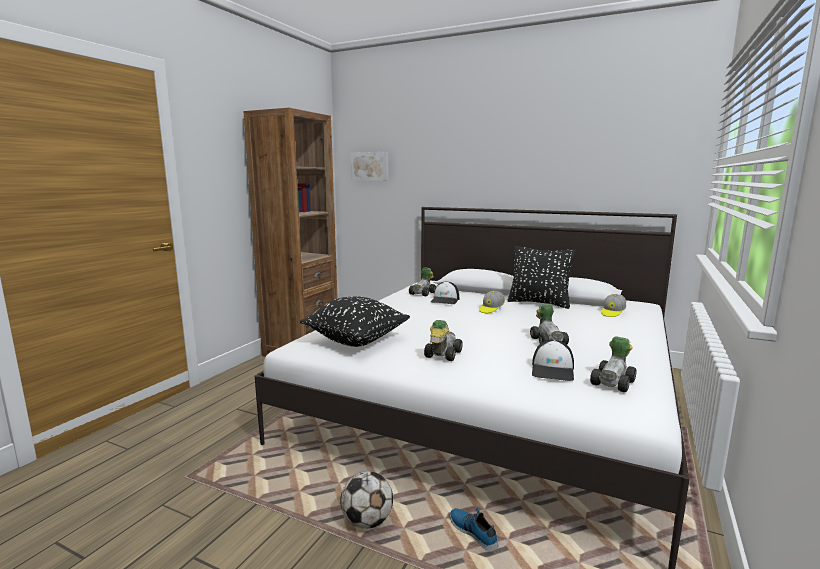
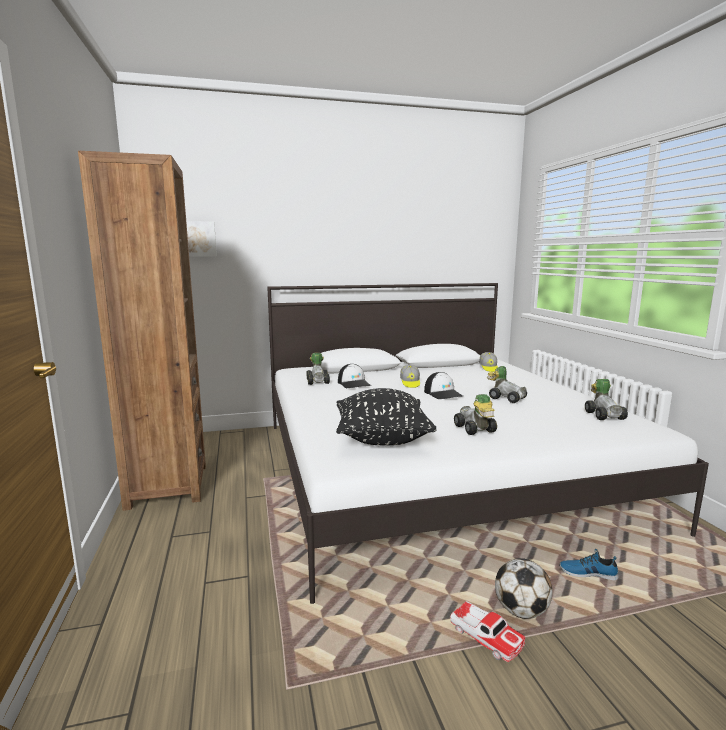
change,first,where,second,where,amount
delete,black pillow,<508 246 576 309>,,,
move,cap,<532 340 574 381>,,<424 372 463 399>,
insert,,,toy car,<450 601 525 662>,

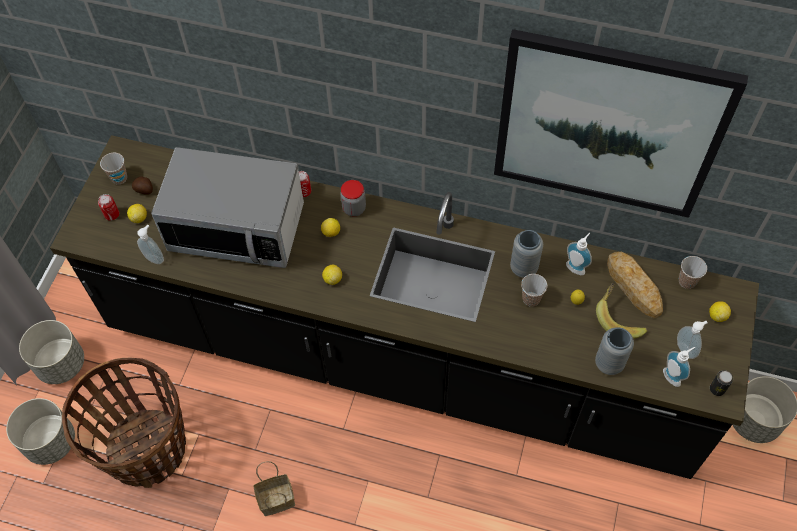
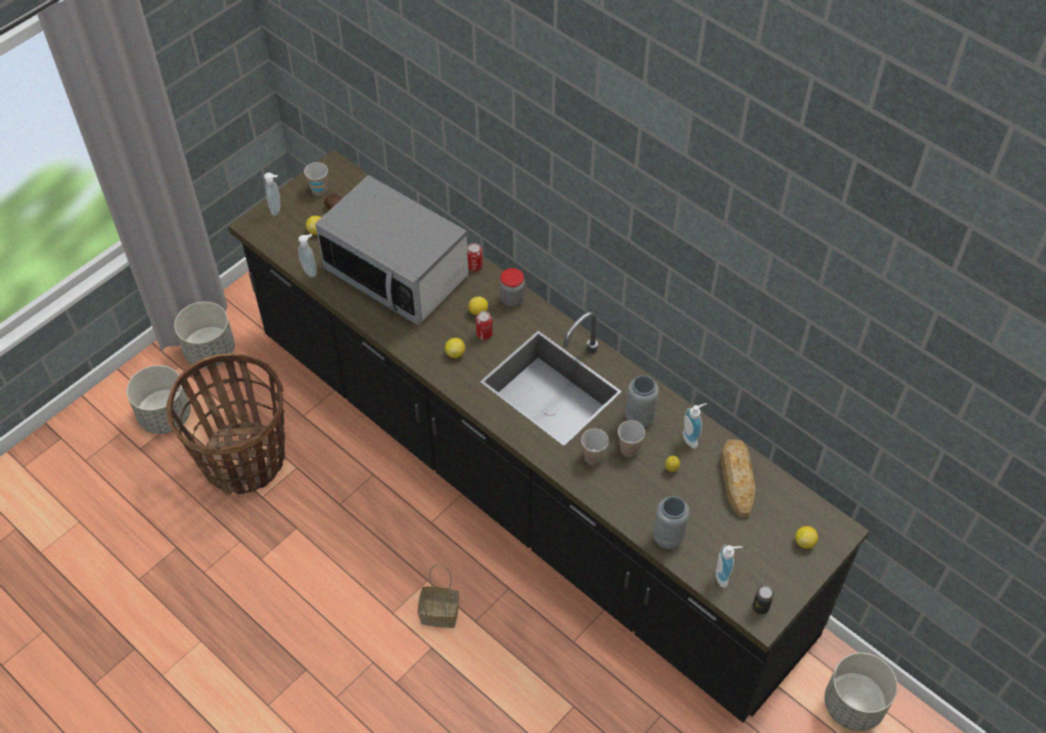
change,first,where,second,where,amount
delete,picture,<494 29 748 218>,,,
move,can,<98 194 119 221>,,<476 311 493 340>,
move,cup,<679 256 707 289>,,<581 429 609 464>,
delete,banana,<596 283 647 339>,,,
move,soap dispenser,<677 321 708 359>,,<264 172 280 216>,
move,basket,<253 461 295 516>,,<417 565 459 628>,

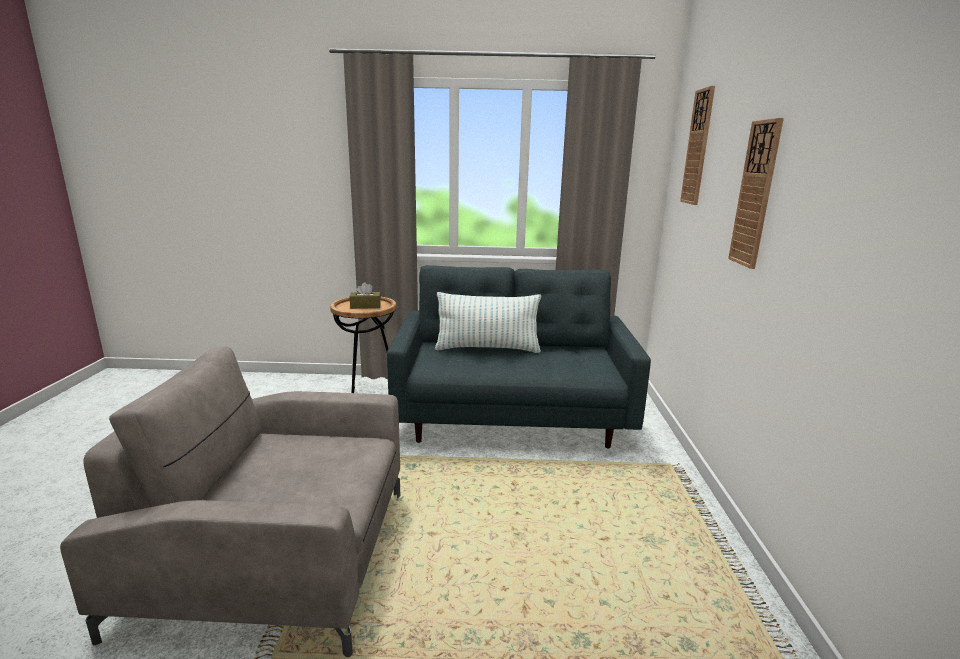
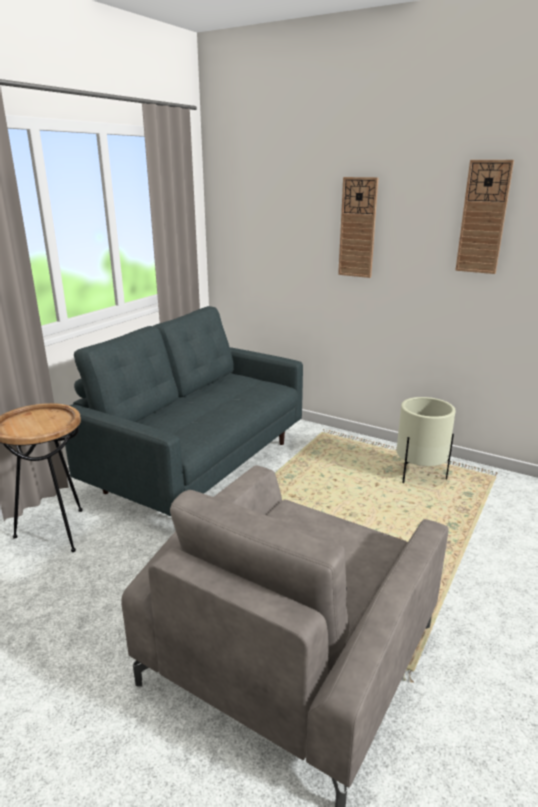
change,first,where,second,where,amount
move,wall clock,<680 86 715 205>,,<455 160 514 274>,
delete,brown tissue box,<350 282 381 309>,,,
delete,pillow,<435 292 541 353>,,,
insert,,,beige planter,<396 397 456 483>,

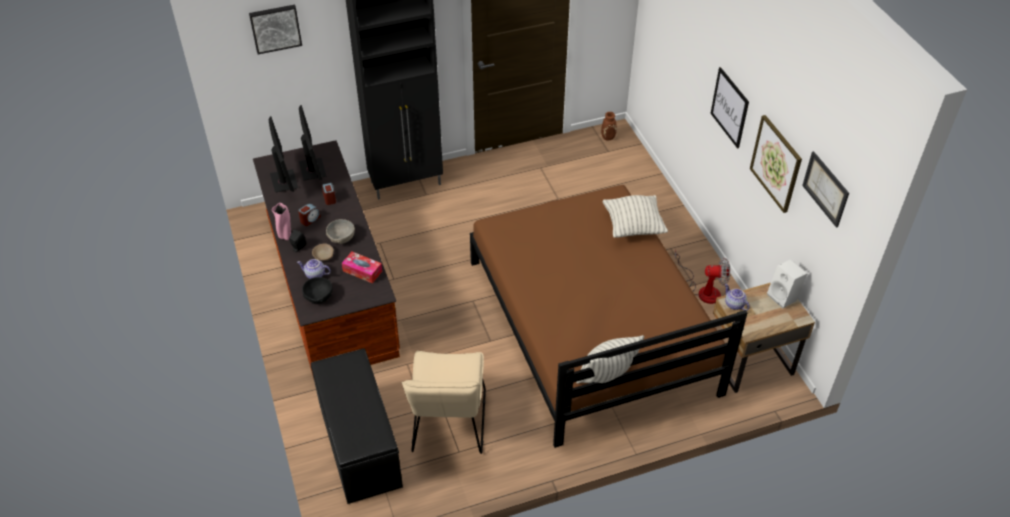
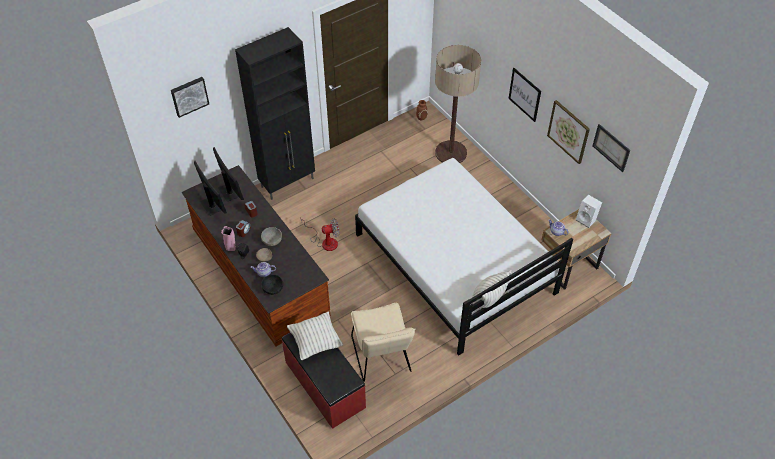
change,first,where,second,where,amount
recolor,brown bed,<470 185 748 448>,white bed,<355 158 573 356>,
move,pillow,<603 195 668 238>,,<287 312 343 360>,
move,fan,<675 250 730 304>,,<300 217 340 251>,
delete,tissue box,<342 252 382 283>,,,
recolor,black bench,<311 348 403 504>,red bench,<281 332 366 429>,
insert,,,floor lamp,<435 45 481 163>,

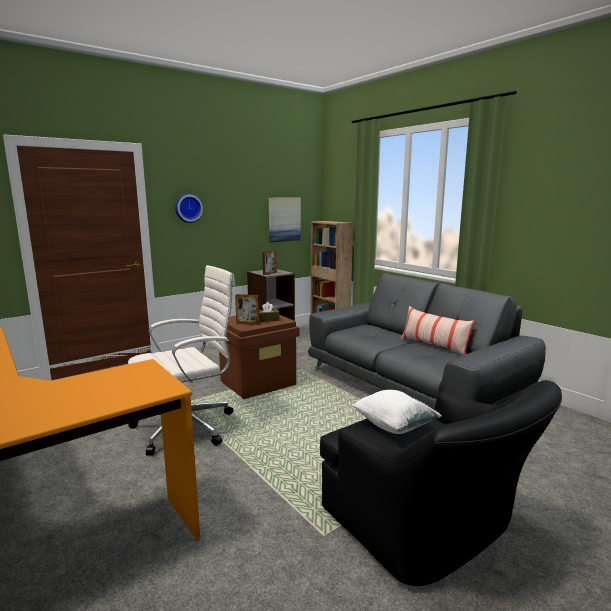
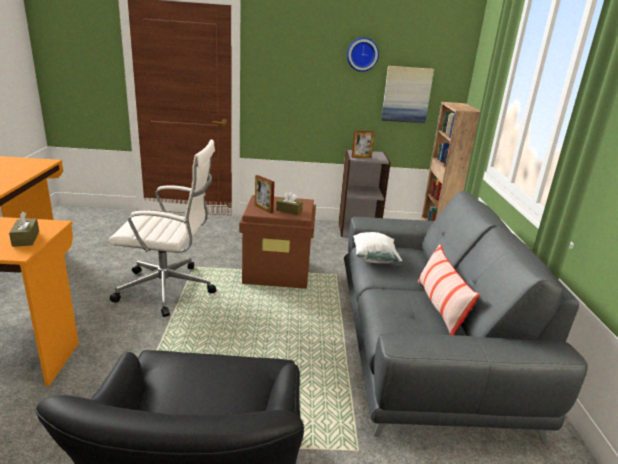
change,first,where,second,where,amount
move,wall clock,<175 193 203 223>,,<347 37 379 72>,
move,white pillow,<352 390 442 434>,,<353 232 402 263>,
insert,,,brown tissue box,<9 212 39 247>,

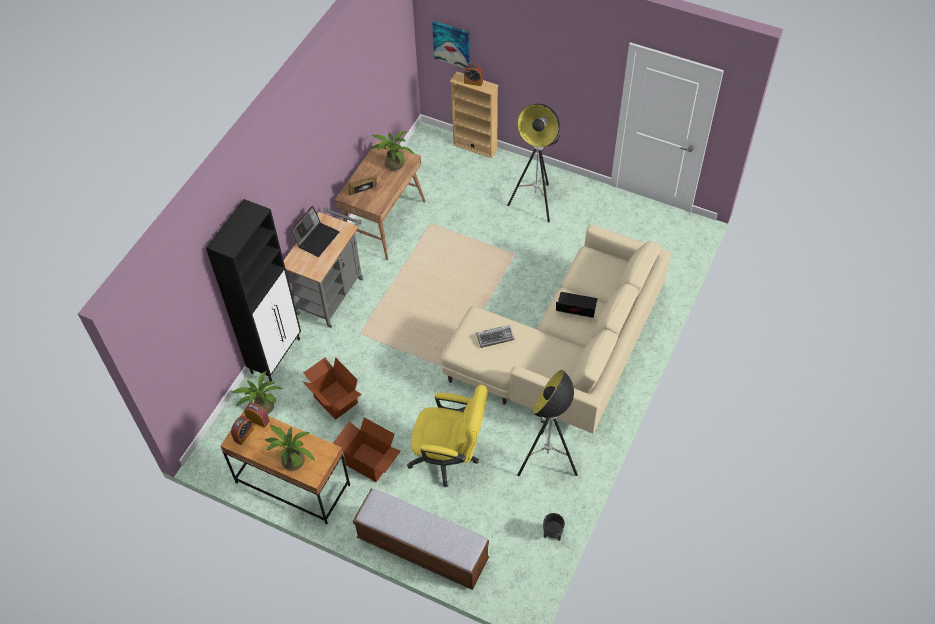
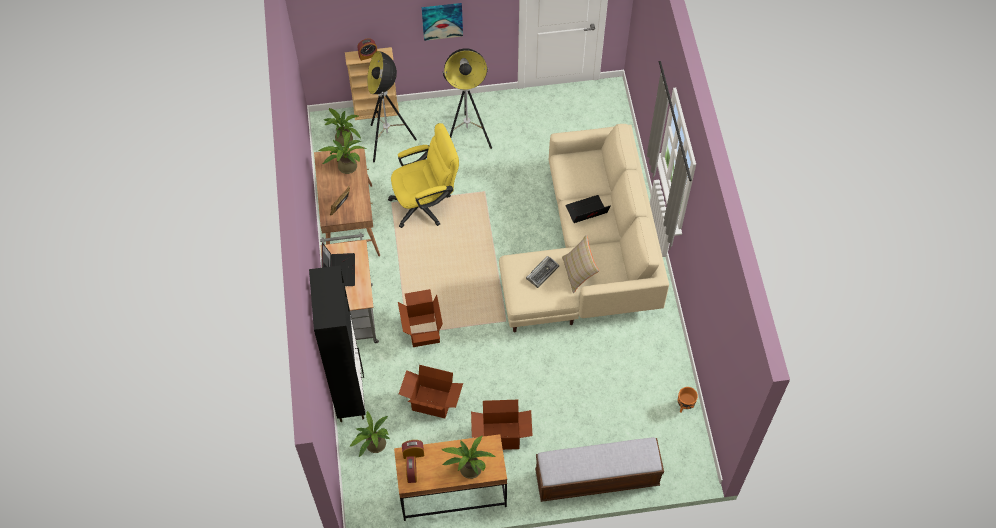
change,first,where,second,where,amount
move,picture,<432 21 470 68>,,<422 3 463 41>,
move,floor lamp,<517 370 578 476>,,<367 51 417 162>,
move,yellow office chair,<407 385 488 487>,,<388 123 459 228>,
recolor,black planter,<543 513 565 541>,orange planter,<678 387 698 412>,
insert,,,potted plant,<324 108 361 146>,
insert,,,beige pillow,<562 234 599 294>,
insert,,,cardboard box,<398 289 443 347>,

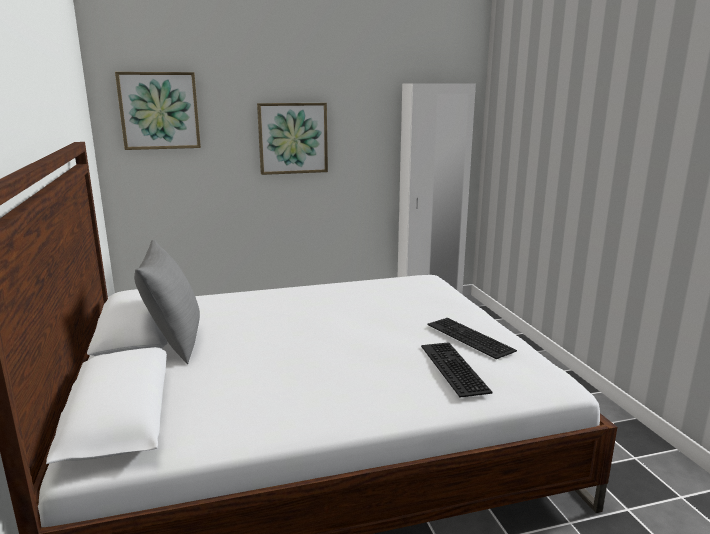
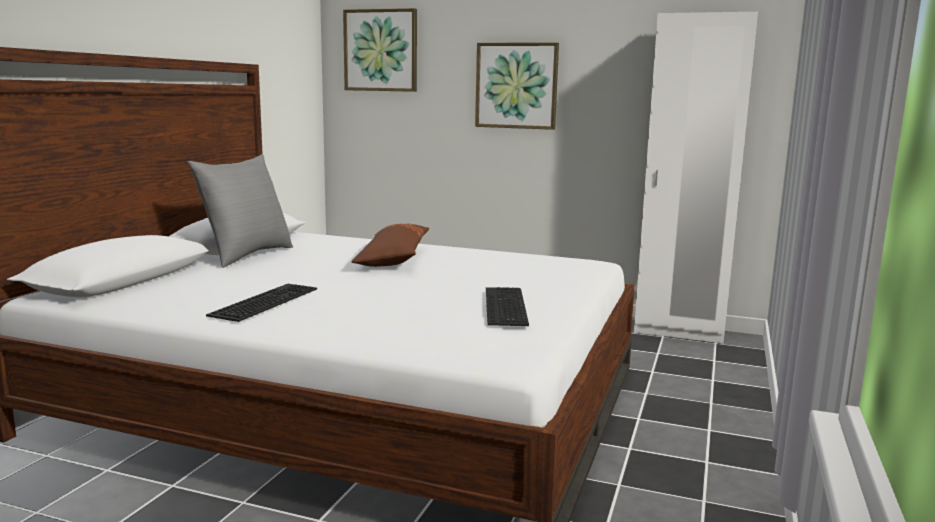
change,first,where,second,where,amount
move,keyboard,<421 342 493 398>,,<206 284 317 322>,
insert,,,brown pillow,<351 223 429 267>,

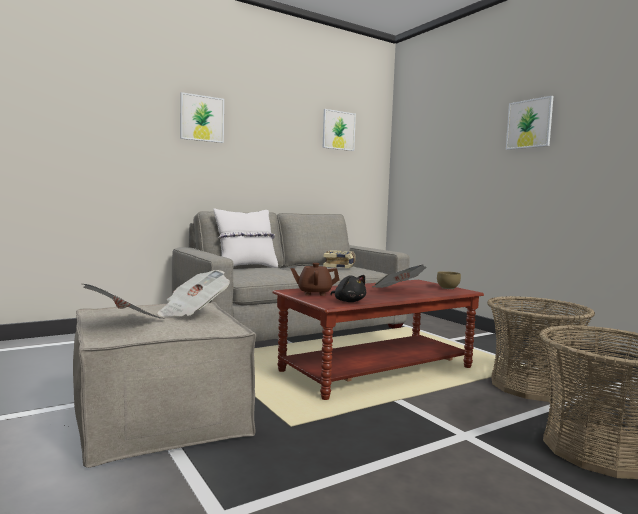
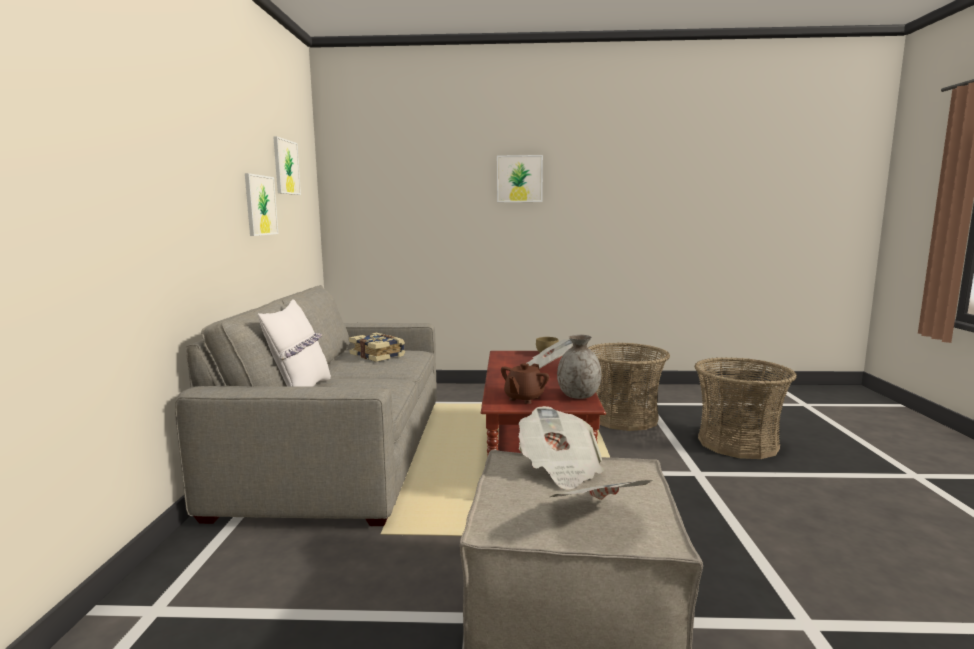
change,first,where,second,where,amount
move,picture,<180 92 224 143>,,<245 173 278 236>,
replace,black plush toy,<330 275 366 302>,grey vase,<557 335 601 399>,

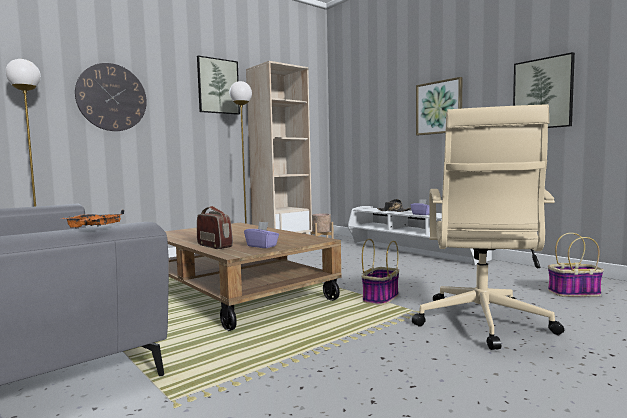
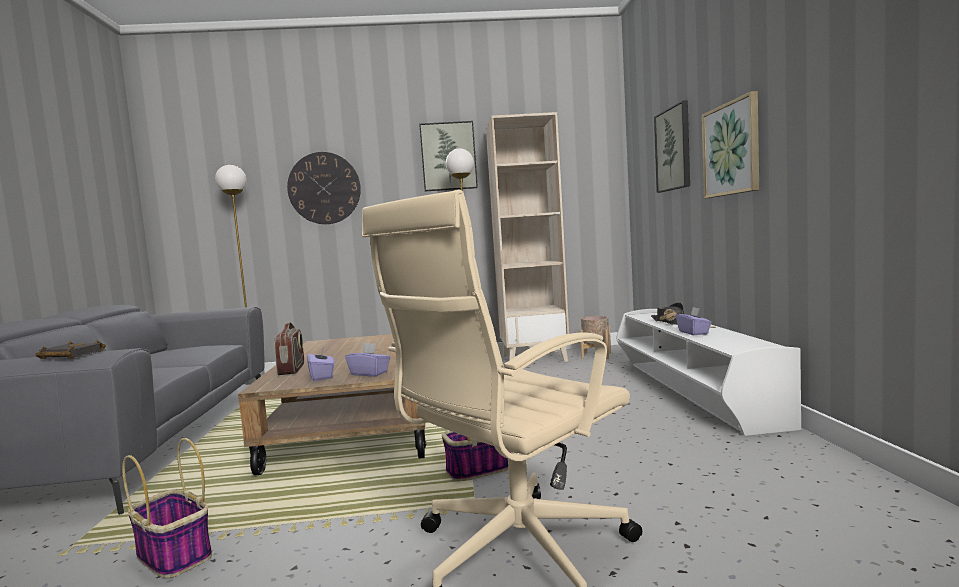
change,first,where,second,where,amount
move,picture,<513 52 575 128>,,<654 100 690 193>,
replace,orange tray,<60 210 124 228>,black book,<35 341 106 359>,
move,basket,<548 233 604 297>,,<122 438 212 578>,
insert,,,purple tissue box,<345 343 390 376>,

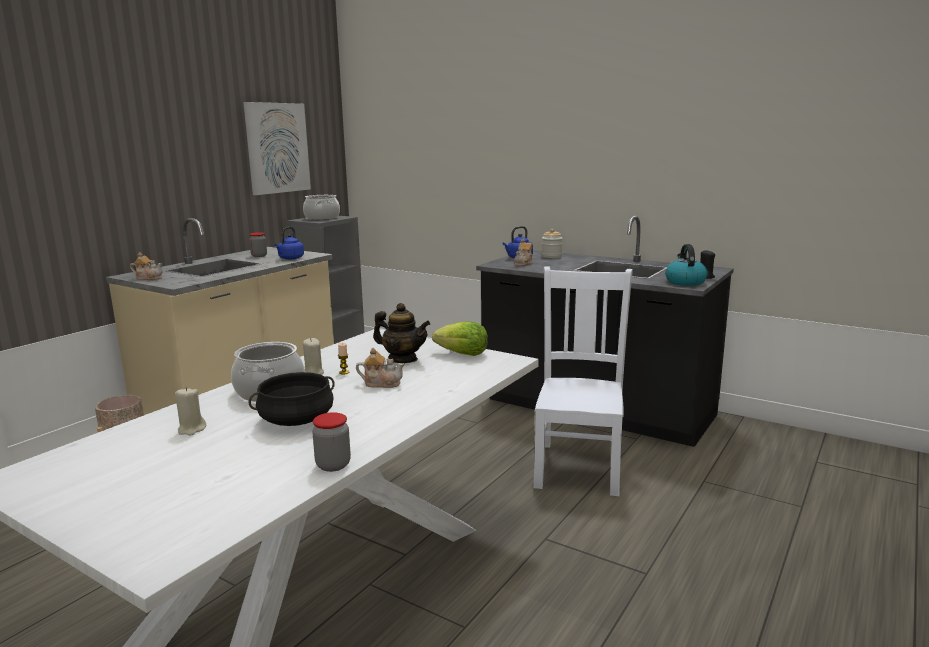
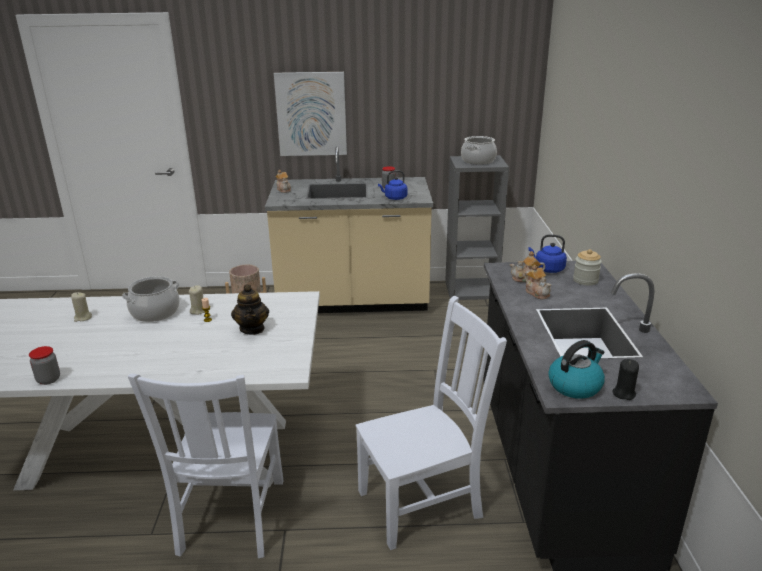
change,first,where,second,where,amount
move,picture,<243 102 311 195>,,<274 72 347 156>,
delete,lettuce,<432 322 488 356>,,,
move,teapot,<356 348 405 388>,,<524 265 551 299>,
delete,black cooking pot,<249 372 335 426>,,,
insert,,,white chair,<128 373 284 558>,

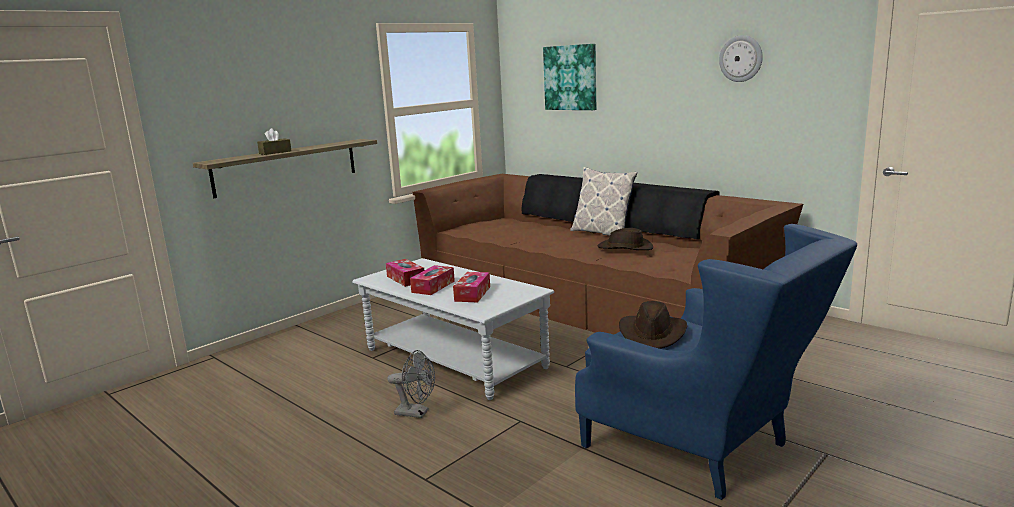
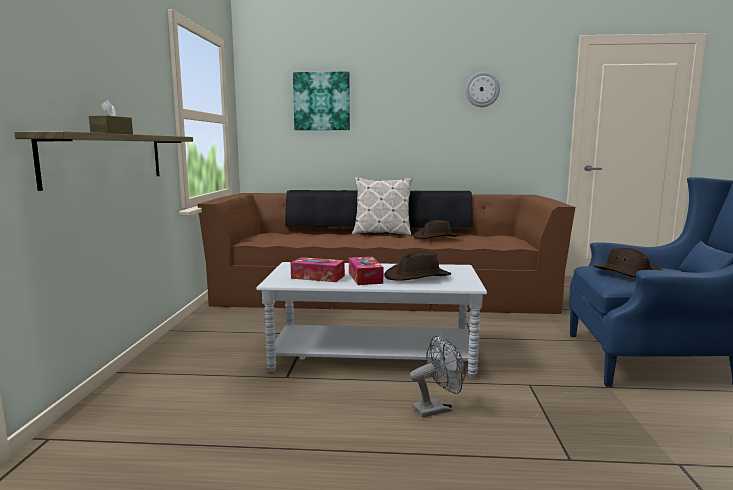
change,first,where,second,where,amount
replace,tissue box,<453 272 490 302>,brown hat,<384 251 451 281>,

